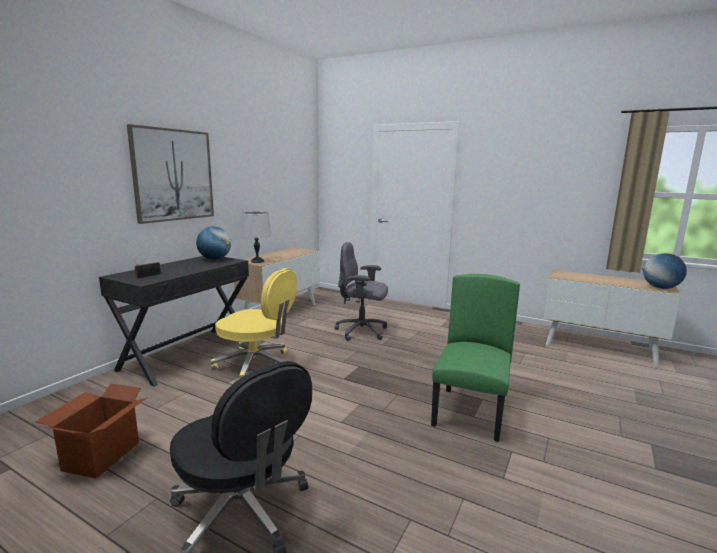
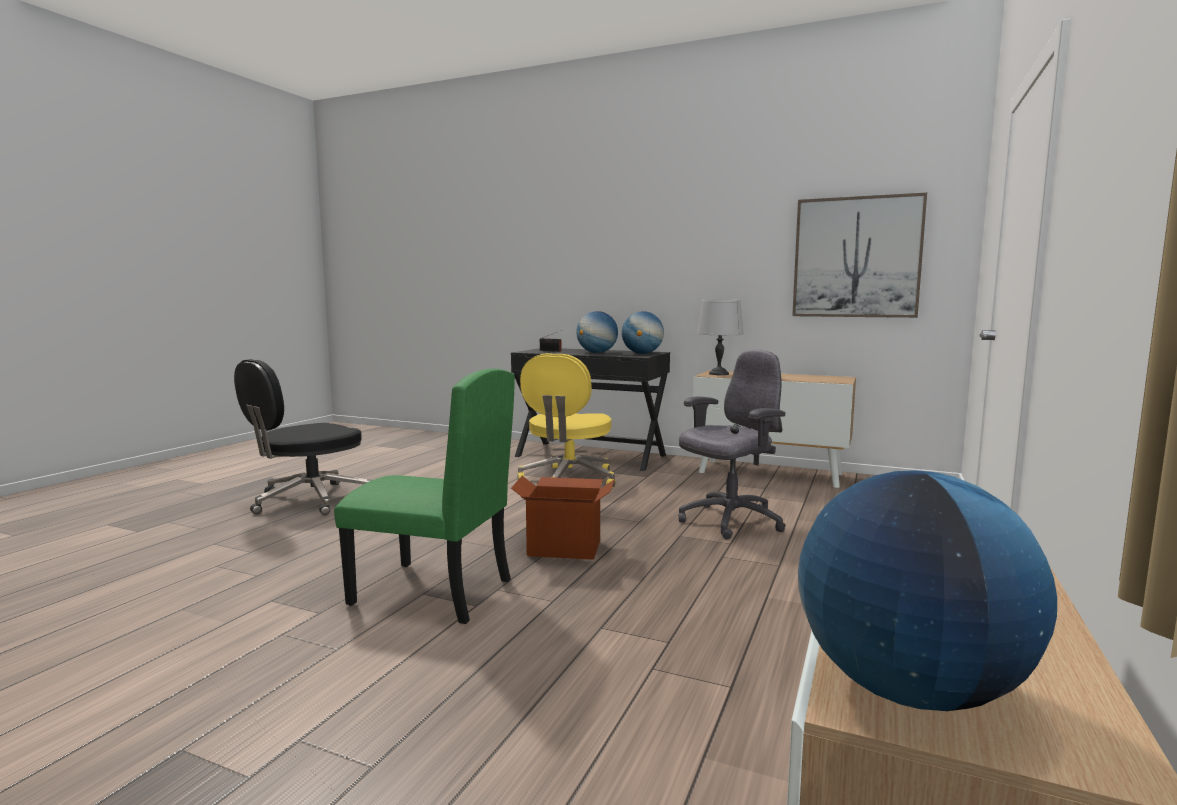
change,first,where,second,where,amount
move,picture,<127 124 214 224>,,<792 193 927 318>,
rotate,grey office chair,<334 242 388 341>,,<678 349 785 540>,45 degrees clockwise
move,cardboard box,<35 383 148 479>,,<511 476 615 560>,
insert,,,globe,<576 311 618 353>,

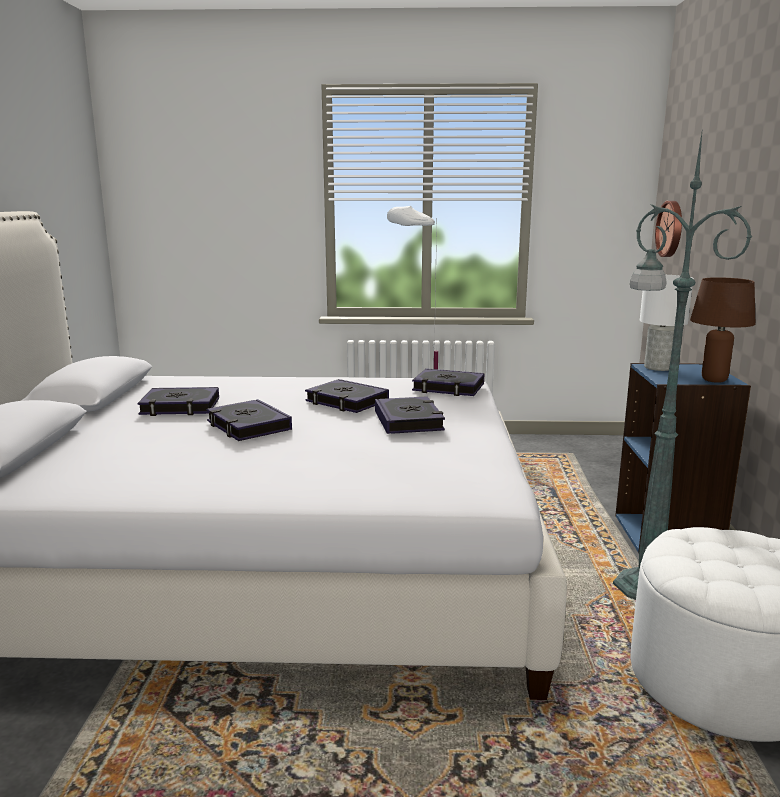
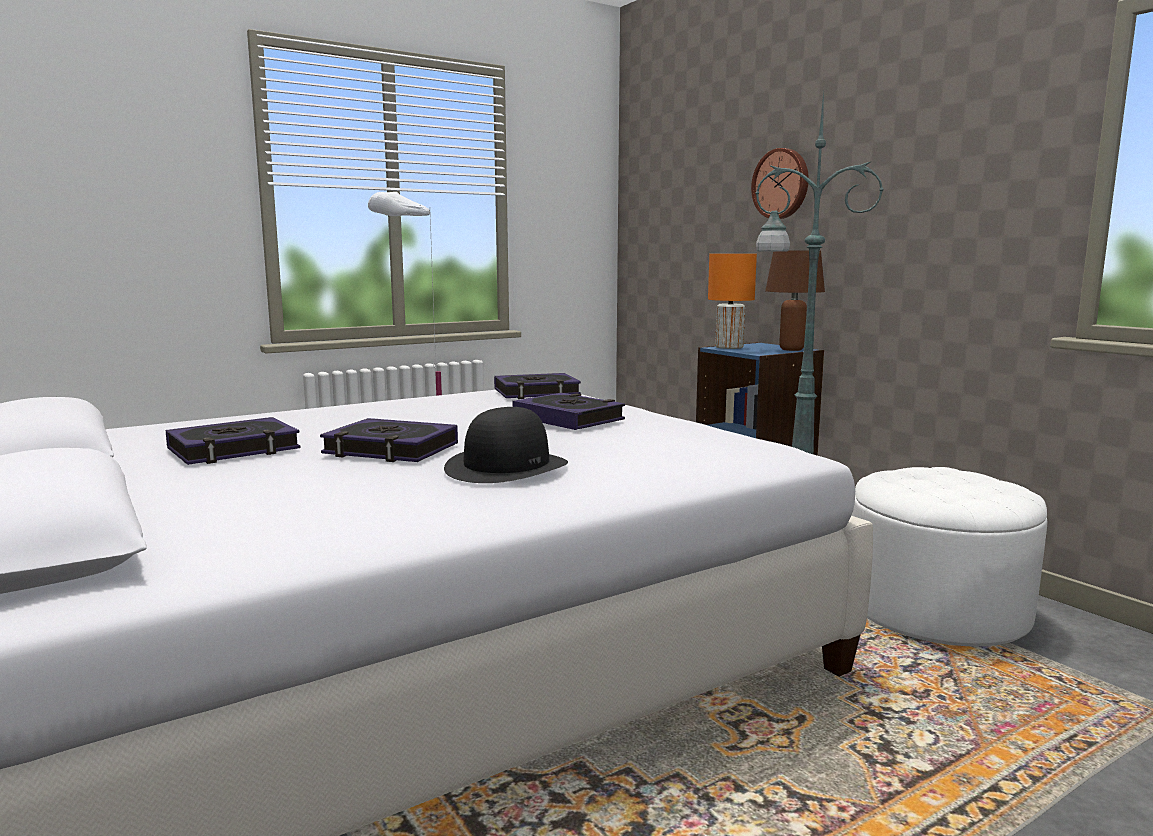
change,first,where,second,where,amount
move,wall clock,<655 201 682 257>,,<751 148 809 219>,
recolor,white table lamp,<640 275 694 371>,orange table lamp,<708 254 757 349>,
delete,book,<305 379 389 413>,,,
insert,,,black hat,<444 407 568 483>,

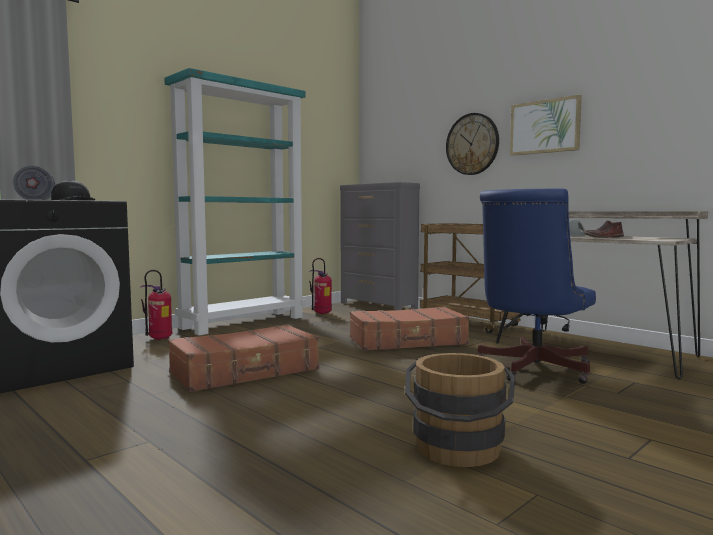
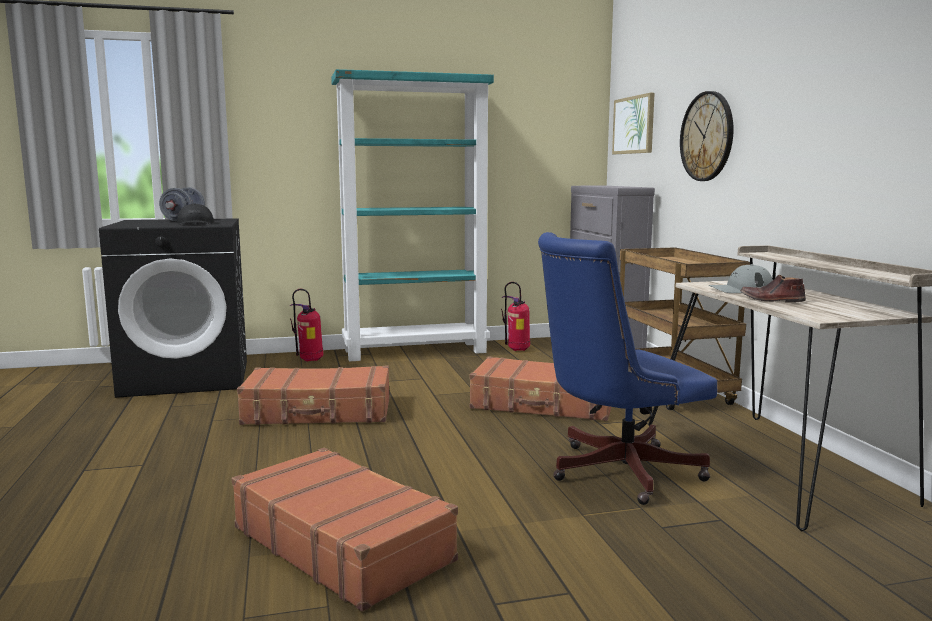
change,first,where,second,where,amount
move,picture,<510 95 582 156>,,<612 93 655 154>,
replace,brown bucket,<405 353 516 467>,brown suitcase,<232 448 458 612>,

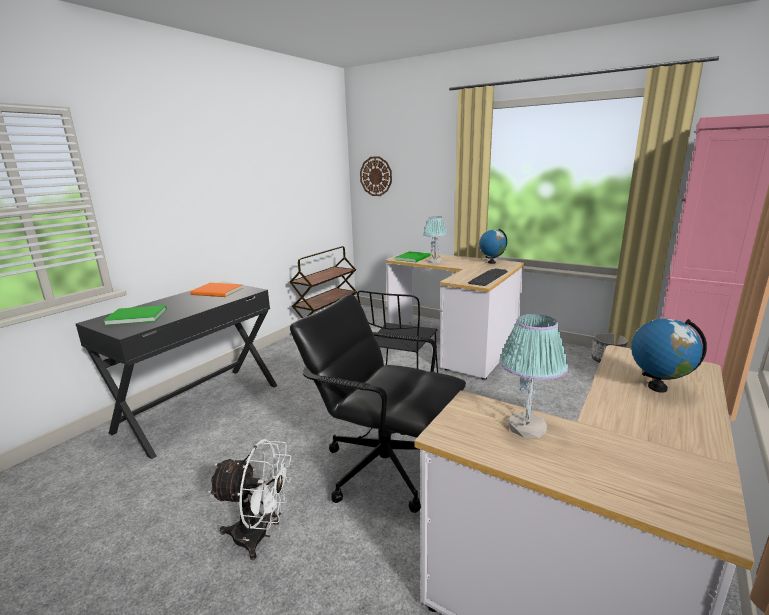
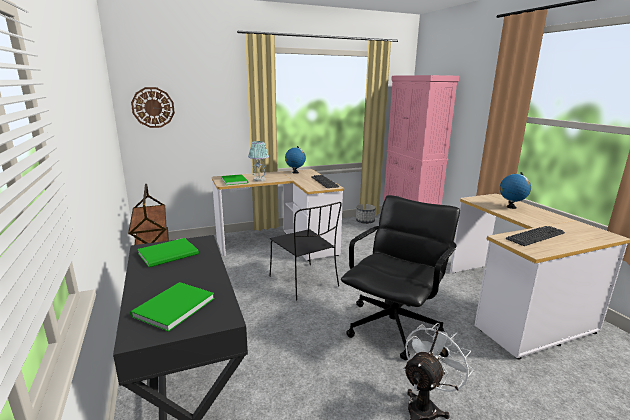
change,first,where,second,where,amount
recolor,orange book,<190 283 243 297>,green book,<137 238 199 268>,
rotate,black office chair,<290 294 466 513>,,<341 195 460 360>,150 degrees clockwise
replace,table lamp,<500 314 568 438>,keyboard,<506 226 565 246>,

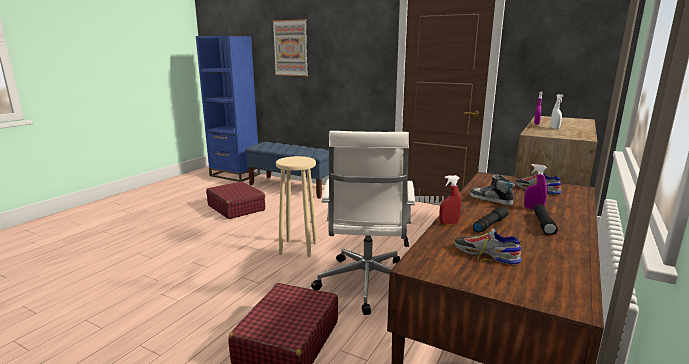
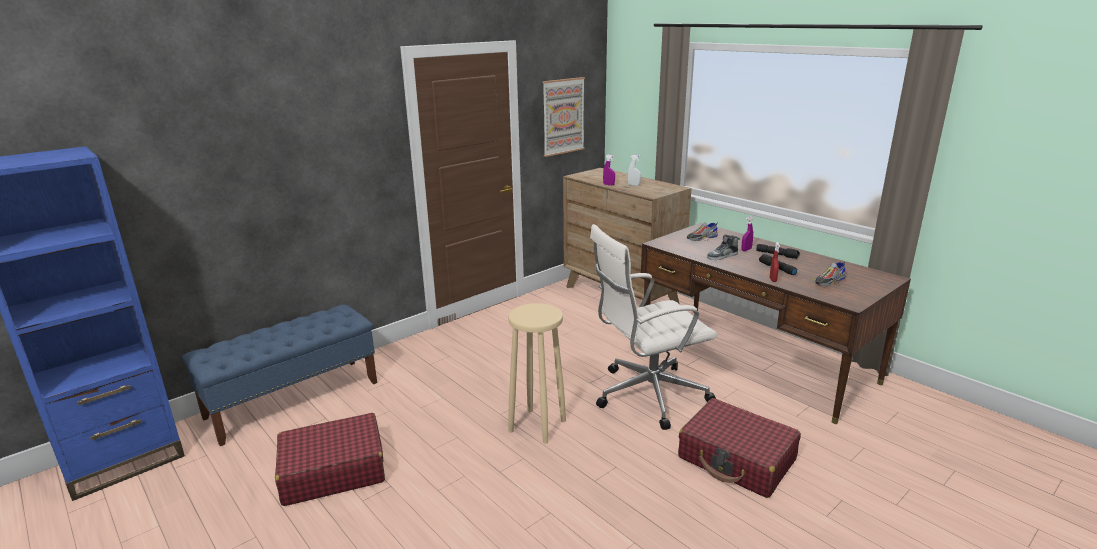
change,first,where,second,where,amount
move,picture,<272 19 308 76>,,<542 77 585 157>,
rotate,white office chair,<311 131 415 315>,,<590 224 717 430>,135 degrees clockwise

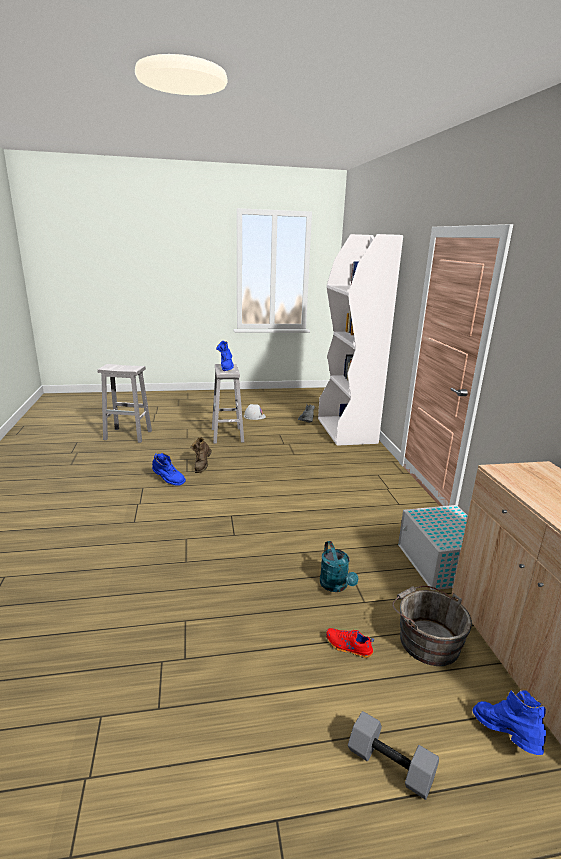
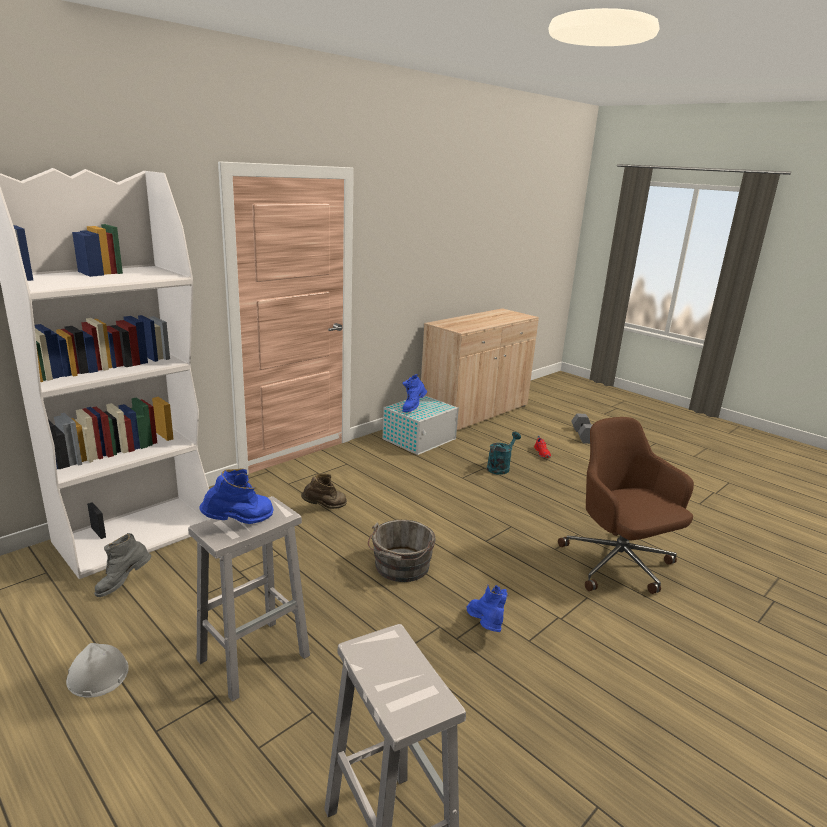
change,first,where,second,where,amount
move,brown boot,<190 437 212 473>,,<301 474 347 509>,
move,grey bucket,<392 586 472 666>,,<368 520 436 582>,
move,blue boot,<472 690 546 755>,,<402 374 427 412>,
insert,,,brown office chair,<558 417 694 594>,

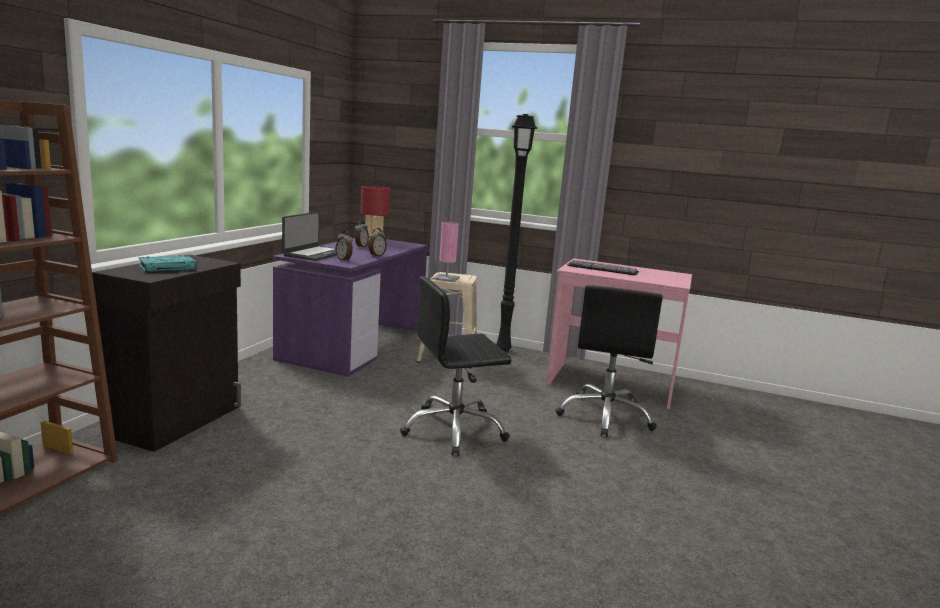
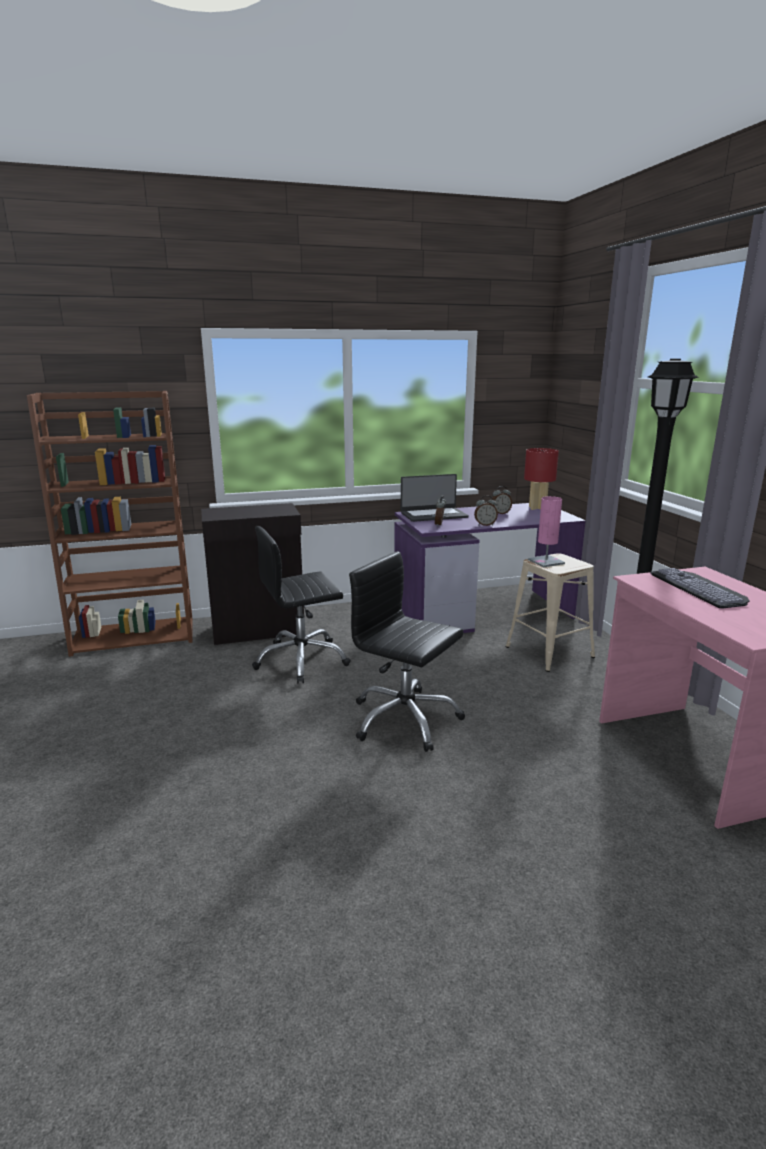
change,first,where,second,where,amount
delete,turquoise book,<138 255 197 272>,,,
move,black office chair,<555 285 663 437>,,<252 526 351 683>,

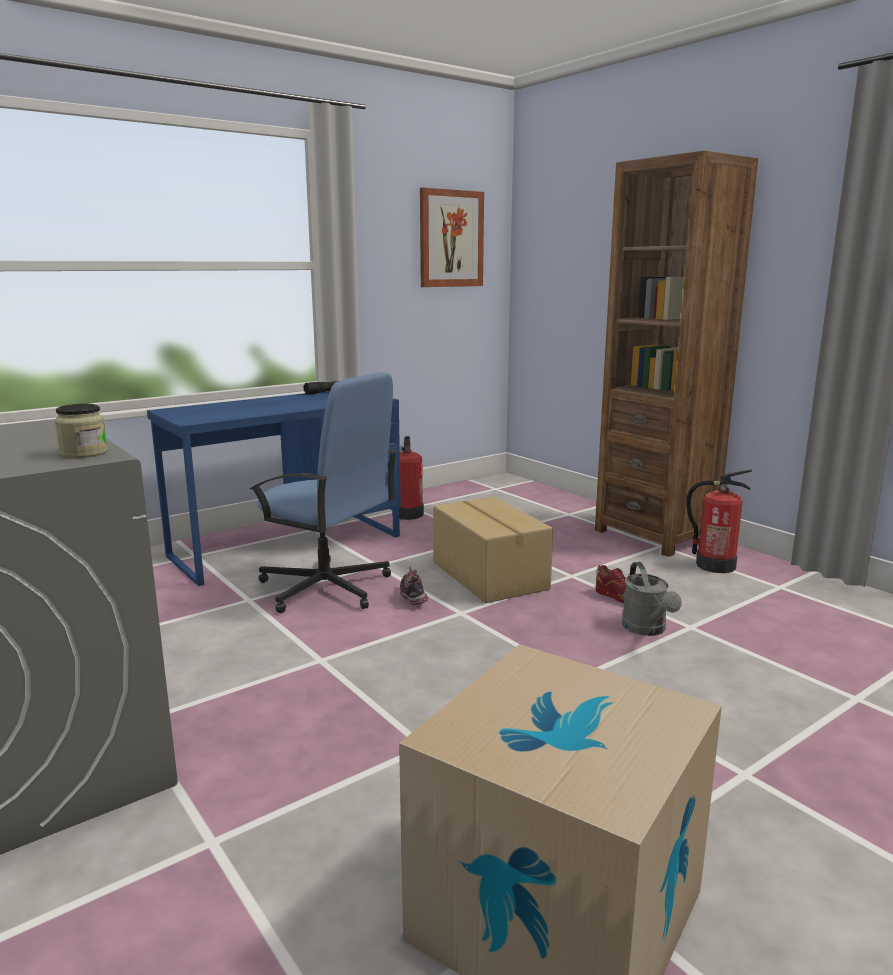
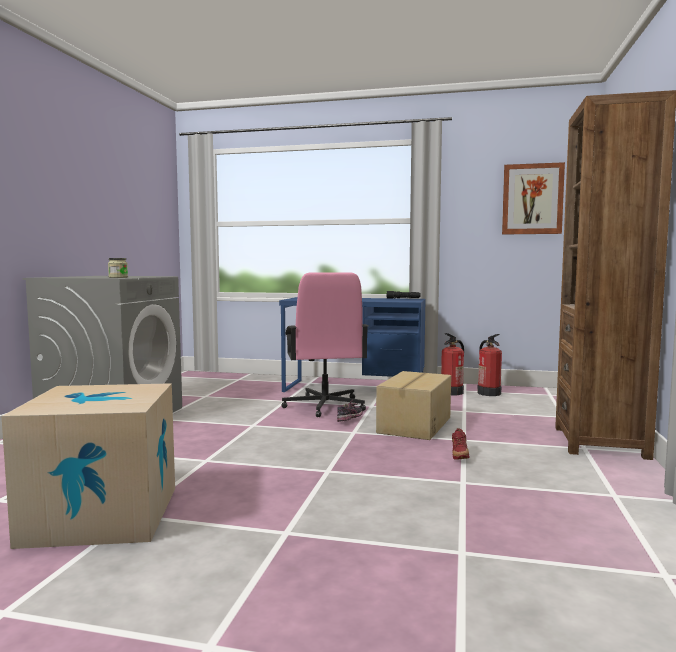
change,first,where,second,where,amount
recolor,blue office chair,<250 372 398 613>,pink office chair,<281 272 368 417>,
move,fire extinguisher,<686 470 752 573>,,<477 334 502 396>,
delete,grey watering can,<622 562 682 636>,,,

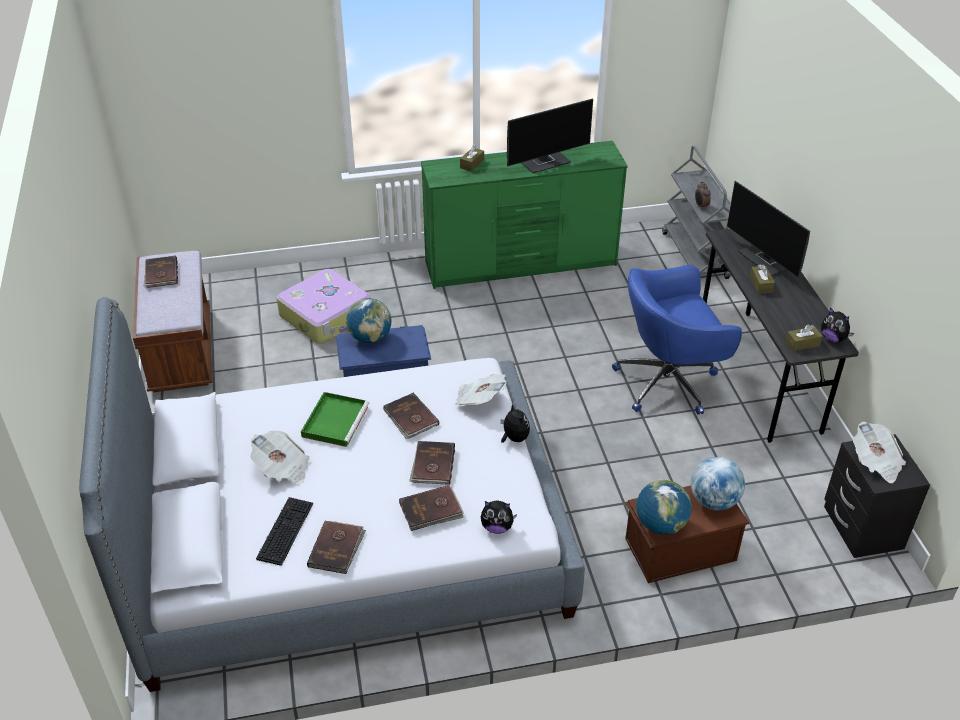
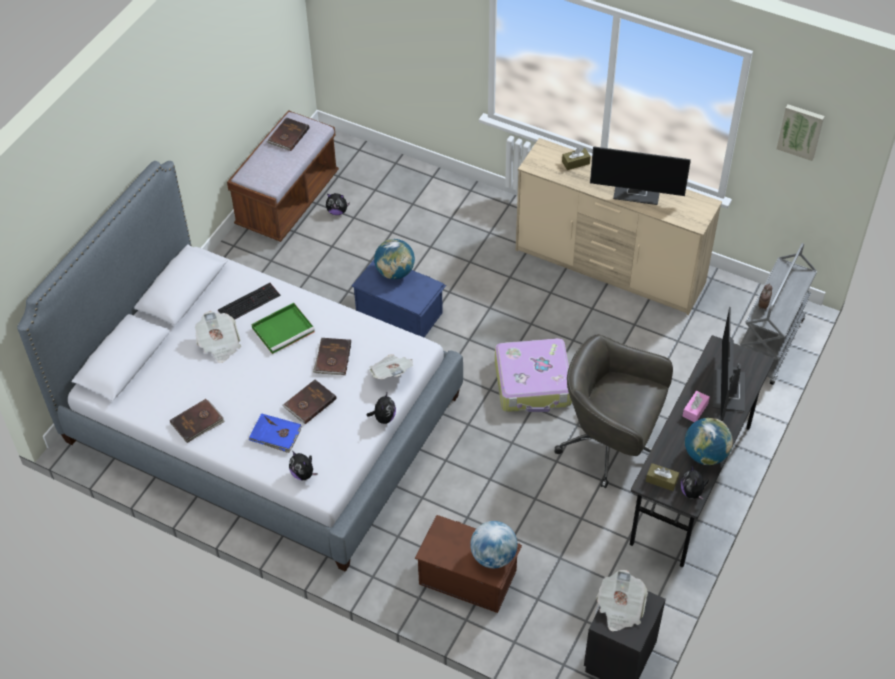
change,first,where,second,where,amount
recolor,green dresser,<421 141 628 289>,beige dresser,<516 138 722 315>,
recolor,brown tissue box,<750 264 775 293>,pink tissue box,<683 391 710 422>,
recolor,blue office chair,<612 265 742 415>,grey office chair,<554 334 673 488>,
move,suitcase,<276 269 370 344>,,<495 338 572 412>,
move,globe,<636 479 692 534>,,<685 418 733 465>,
recolor,brown book,<399 485 464 531>,blue book,<249 413 301 453>,
move,keyboard,<256 497 313 566>,,<218 283 280 320>,
insert,,,picture,<777 104 825 161>,
insert,,,plush toy,<326 193 350 215>,

